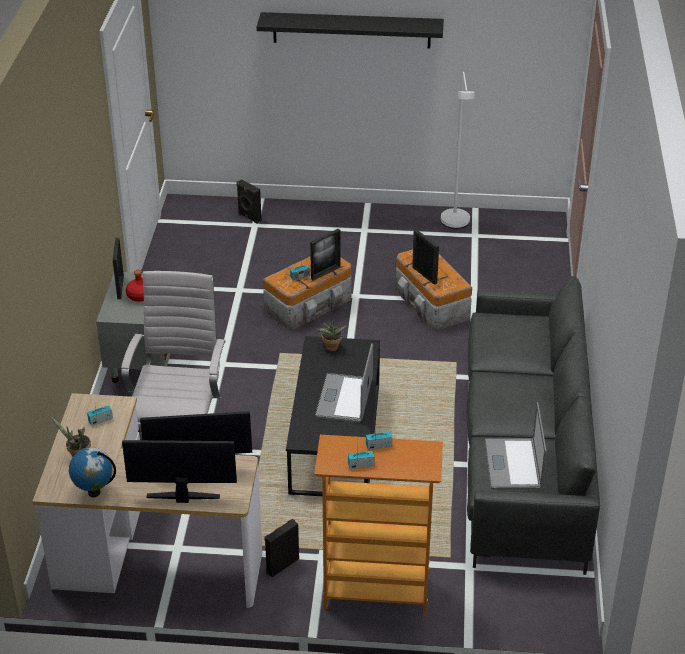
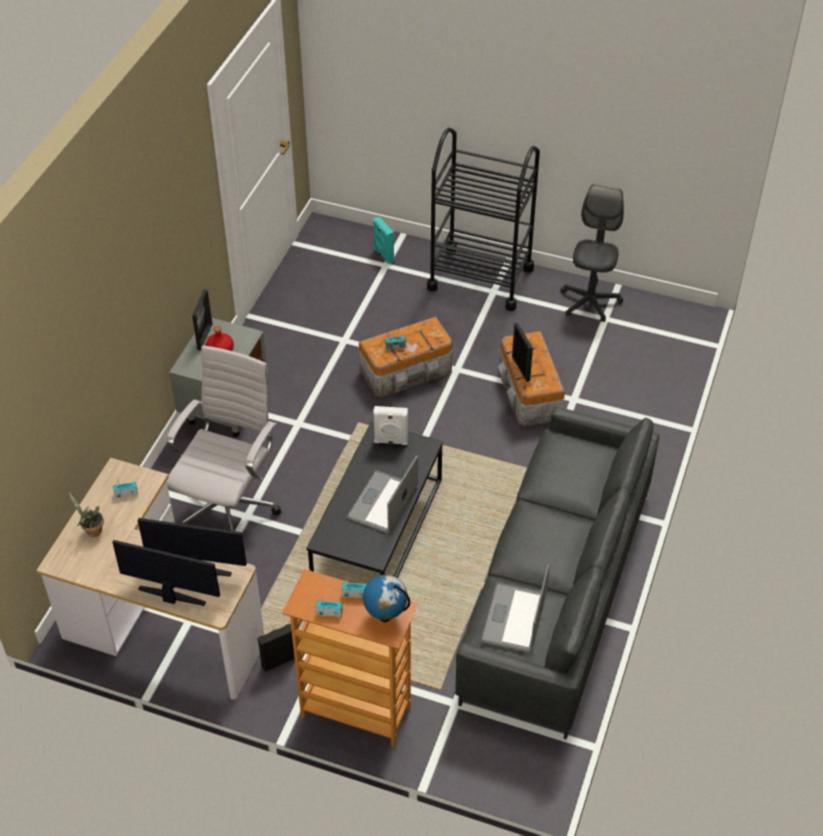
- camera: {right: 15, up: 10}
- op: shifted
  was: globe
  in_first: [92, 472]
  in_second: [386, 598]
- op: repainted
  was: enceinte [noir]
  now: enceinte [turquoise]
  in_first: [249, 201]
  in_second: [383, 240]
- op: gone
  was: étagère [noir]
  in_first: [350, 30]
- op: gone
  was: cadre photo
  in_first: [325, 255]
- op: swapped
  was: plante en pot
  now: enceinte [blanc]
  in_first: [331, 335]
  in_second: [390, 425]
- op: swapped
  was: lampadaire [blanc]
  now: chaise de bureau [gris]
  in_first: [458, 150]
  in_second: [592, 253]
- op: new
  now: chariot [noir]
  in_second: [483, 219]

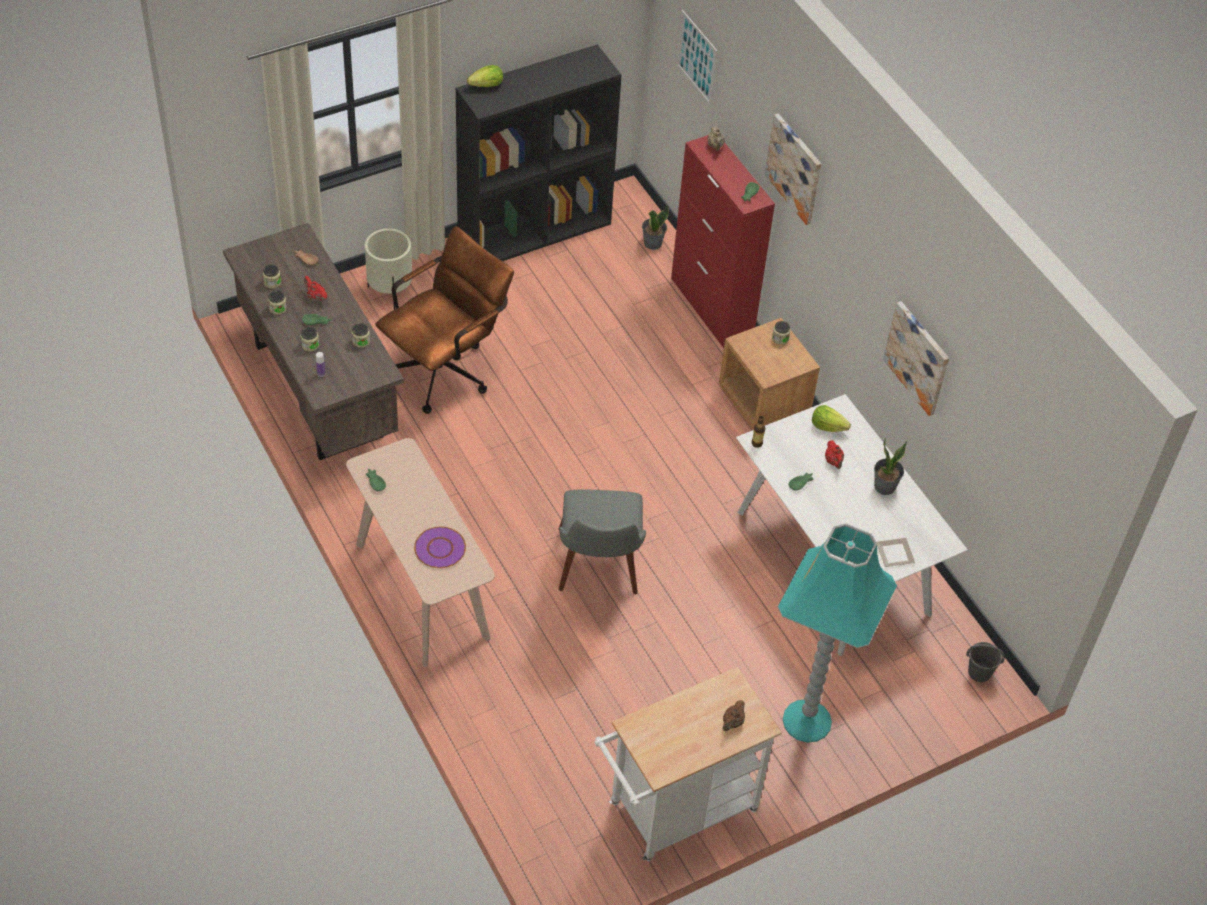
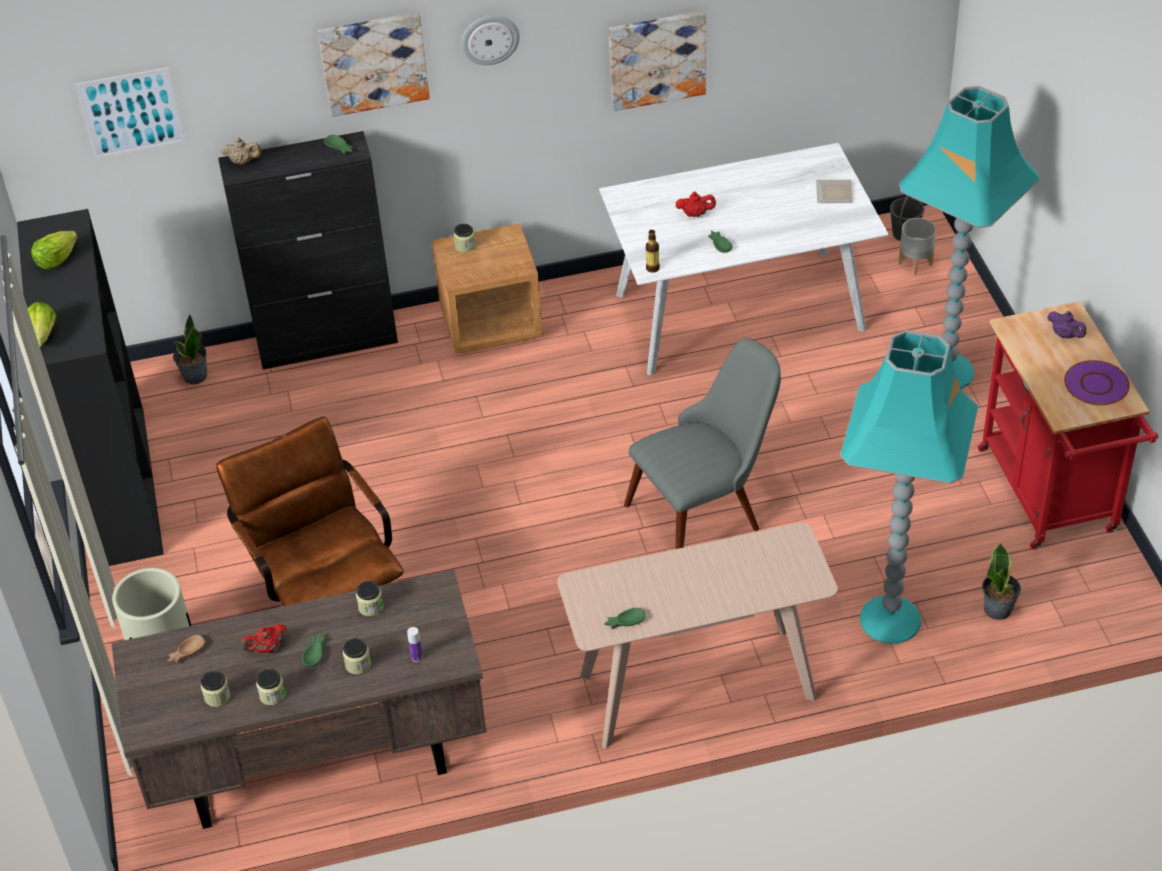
- camera: {right: -70, up: -5}
- op: shifted
  was: assiette [violet]
  in_first: [440, 547]
  in_second: [1097, 382]
- op: rotated
  was: chaise [gris]
  in_first: [602, 542]
  in_second: [702, 443]
  clockwise: -45
- op: repainted
  was: chariot [blanc]
  now: chariot [rouge]
  in_first: [688, 764]
  in_second: [1068, 425]
- op: repainted
  was: meuble de rangement [rouge]
  now: meuble de rangement [noir]
  in_first: [723, 241]
  in_second: [308, 250]
- op: repainted
  was: théière [marron]
  now: théière [violet]
  in_first: [734, 715]
  in_second: [1066, 324]
- op: shifted
  was: laitue
  in_first: [831, 418]
  in_second: [54, 250]
- op: shifted
  was: plante en pot
  in_first: [890, 466]
  in_second: [1001, 581]
- op: new
  now: horloge murale
  in_second: [490, 40]
- op: new
  now: lampadaire [turquoise]
  in_second: [909, 487]
- op: new
  now: cache-pot [gris]
  in_second: [917, 246]

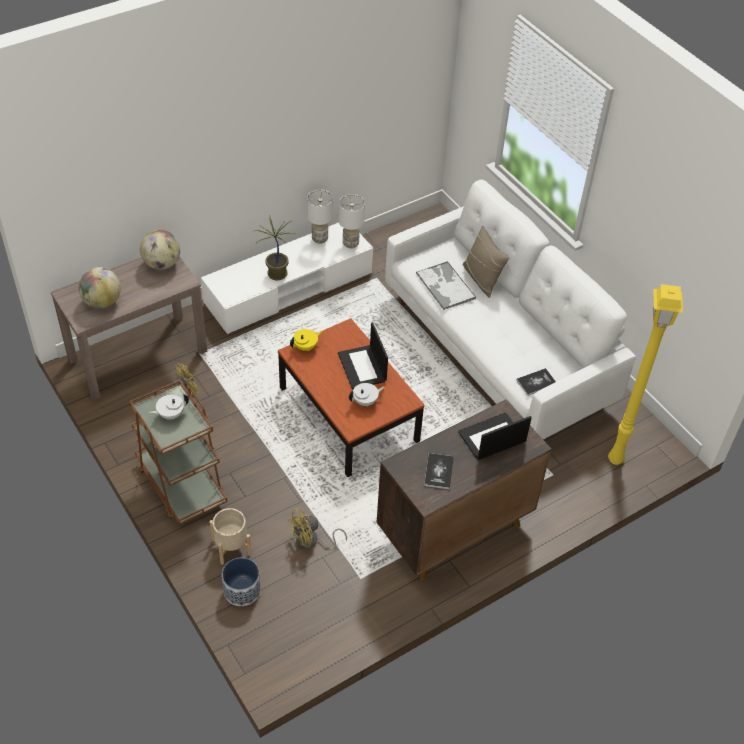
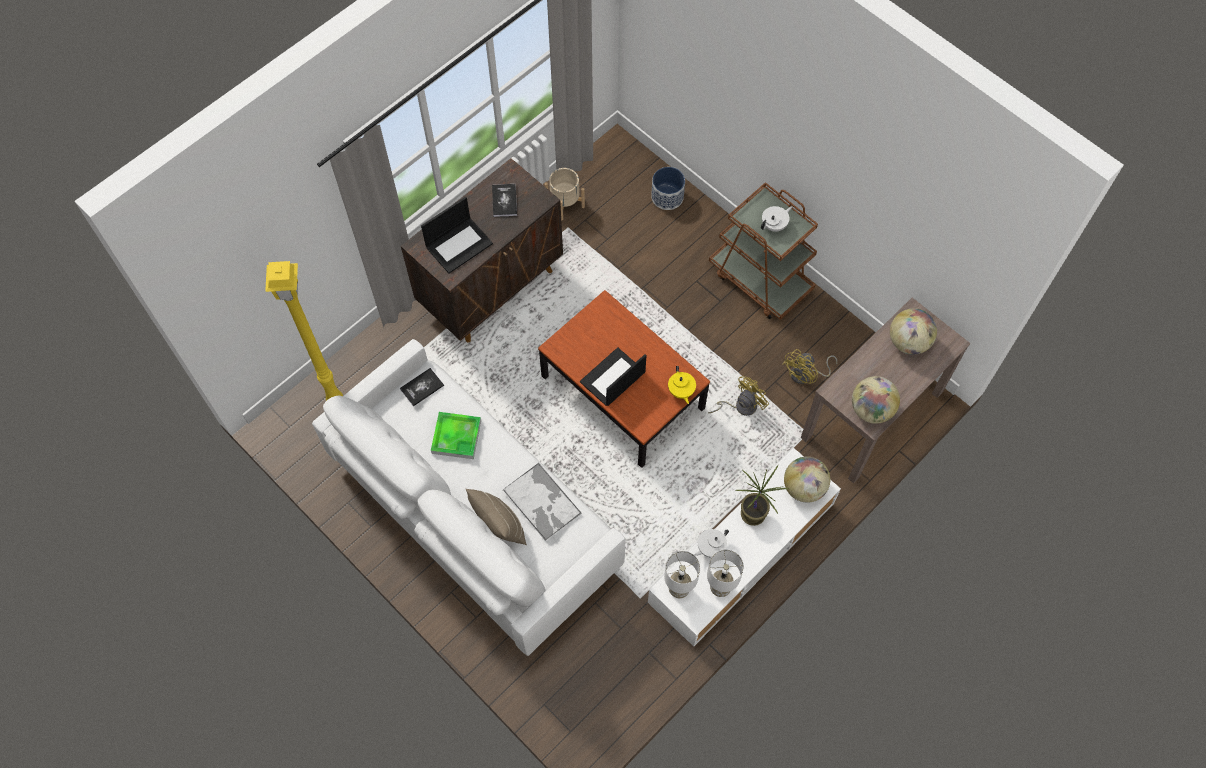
- camera: {right: 170, up: 15}
- op: shifted
  was: cache-pot [beige]
  in_first: [231, 536]
  in_second: [565, 194]
- op: shifted
  was: ventilateur [jaune]
  in_first: [317, 528]
  in_second: [738, 396]
- op: rotated
  was: théière [jaune]
  in_first: [306, 340]
  in_second: [682, 385]
  clockwise: -60
- op: rotated
  was: ordinateur portable
  in_first: [363, 355]
  in_second: [613, 376]
  clockwise: -105
- op: shifted
  was: théière [blanc]
  in_first: [366, 395]
  in_second: [711, 543]
- op: new
  now: plateau
  in_second: [456, 435]
- op: new
  now: globe
  in_second: [807, 480]

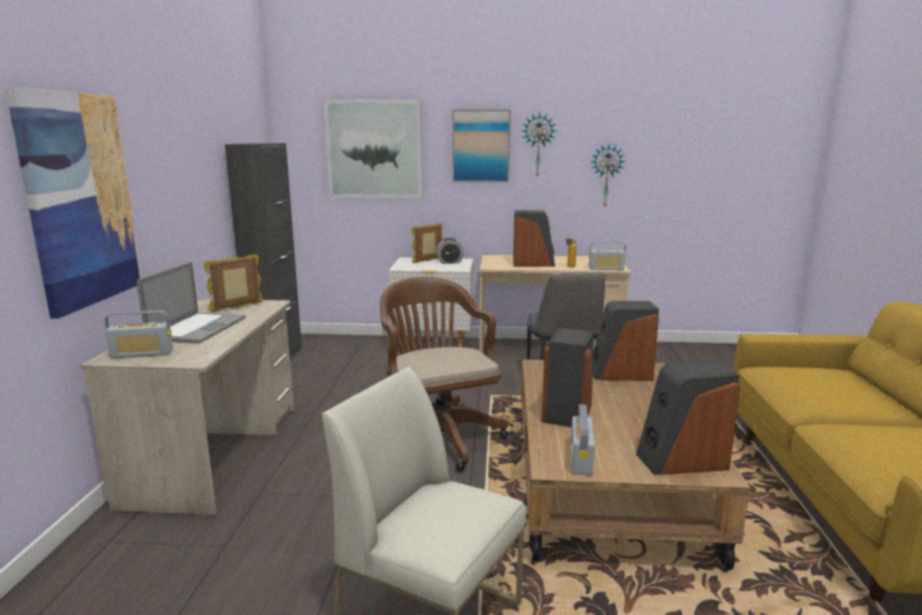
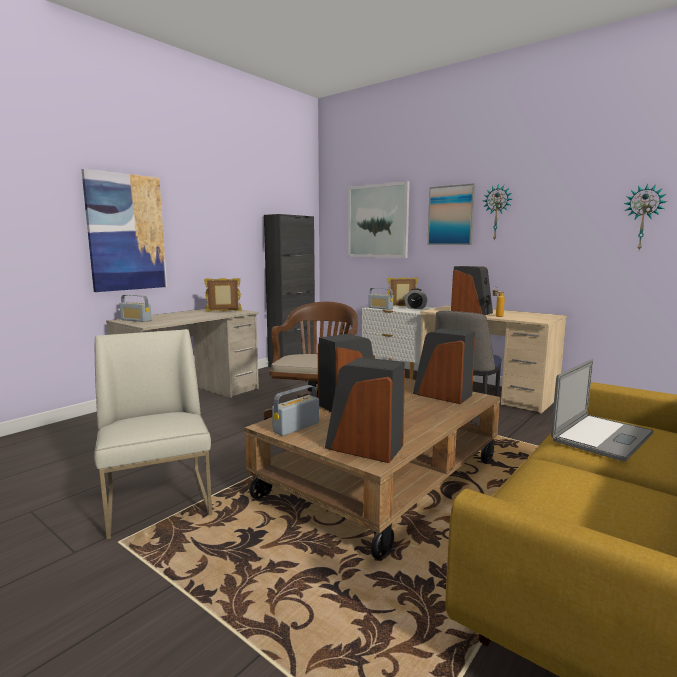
- camera: {right: 35, up: -5}
- op: shifted
  was: ordinateur portable
  in_first: [191, 303]
  in_second: [602, 410]
- op: shifted
  was: radio
  in_first: [607, 256]
  in_second: [380, 299]
- op: shifted
  was: horloge murale
  in_first: [608, 174]
  in_second: [645, 216]

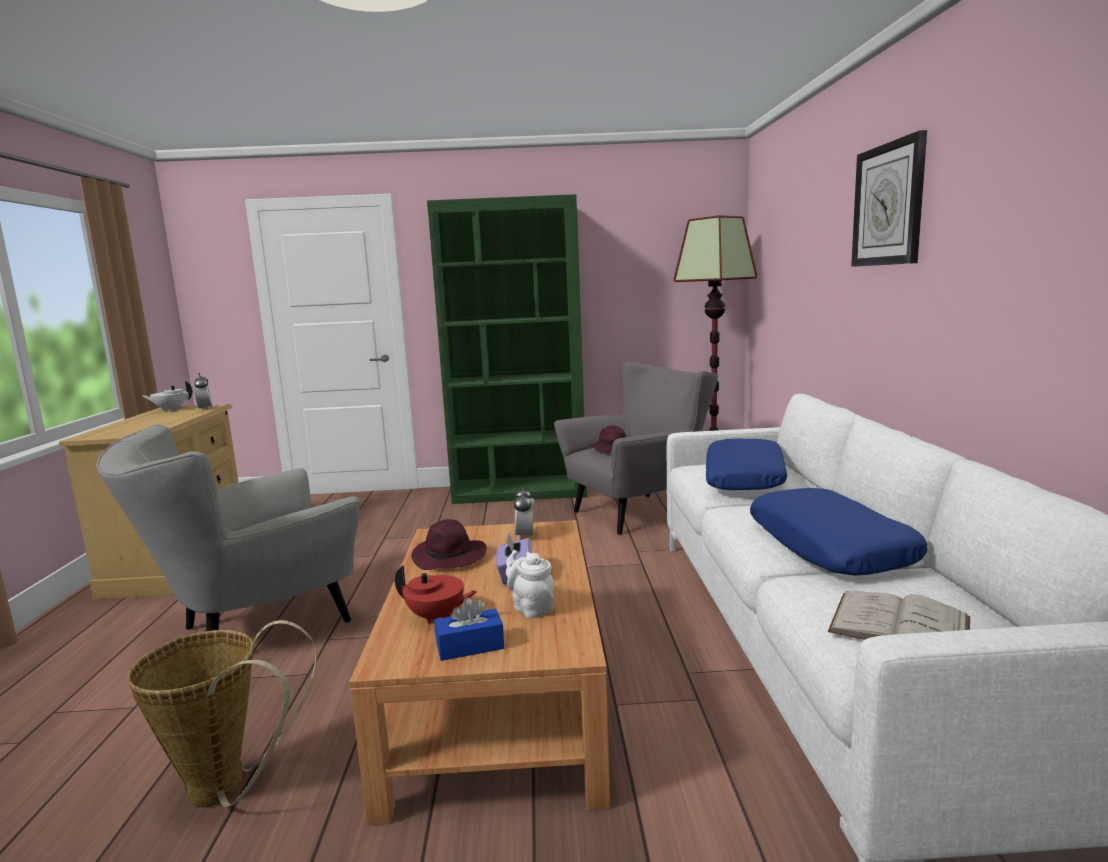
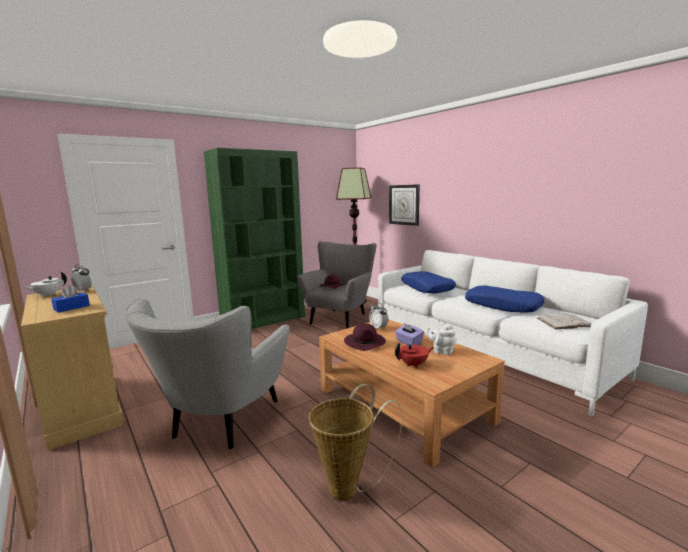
- camera: {right: -35, up: 0}
- op: shifted
  was: boîte à mouchoirs [bleu]
  in_first: [469, 629]
  in_second: [70, 299]
- op: shifted
  was: horloge murale
  in_first: [889, 198]
  in_second: [404, 205]

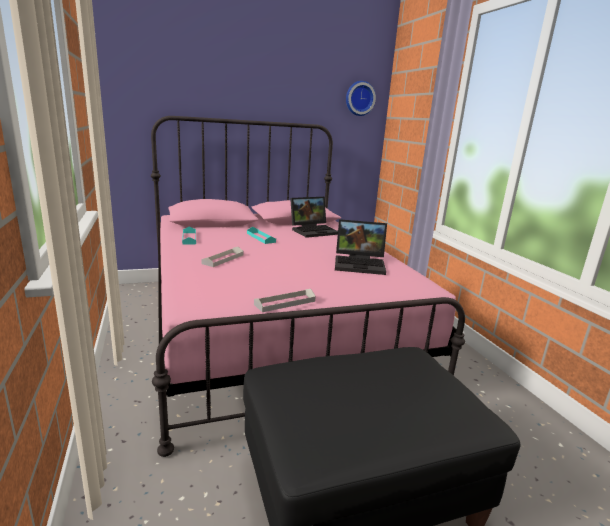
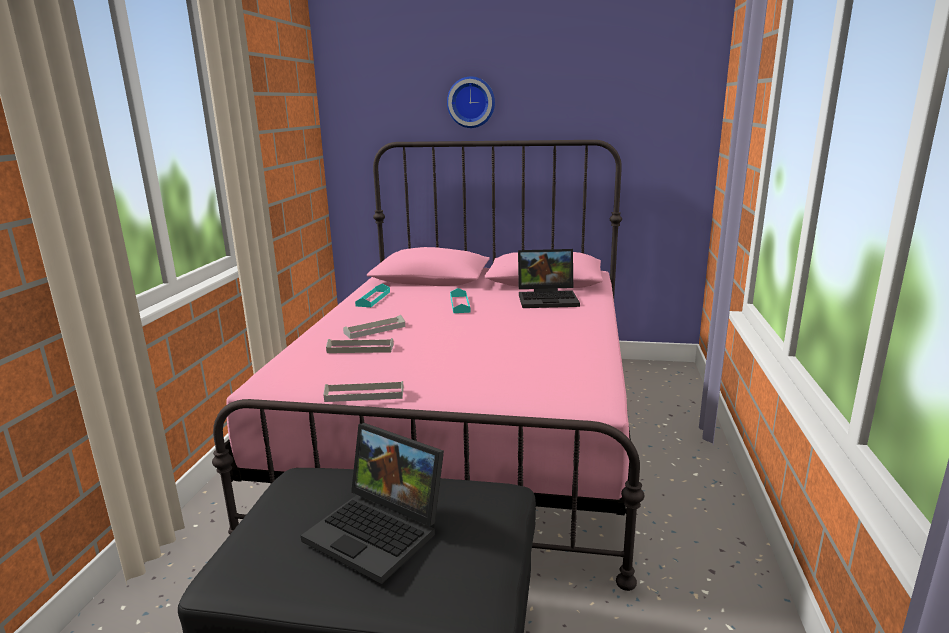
- camera: {right: 30, up: 0}
- op: shifted
  was: ordinateur portable
  in_first: [361, 247]
  in_second: [372, 503]
- op: shifted
  was: horloge murale
  in_first: [361, 98]
  in_second: [471, 102]
- op: new
  now: plateau [gris]
  in_second: [360, 345]

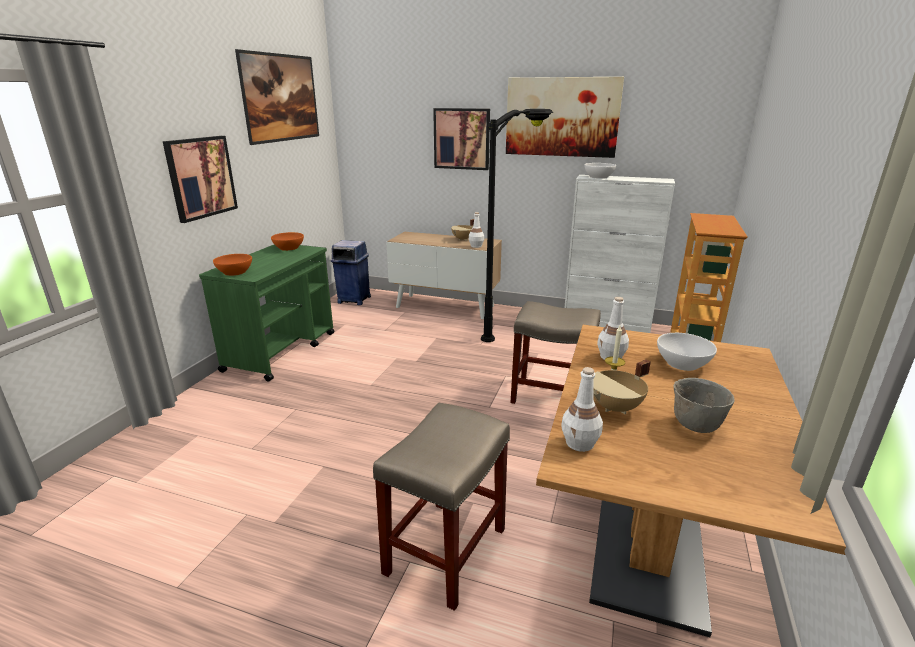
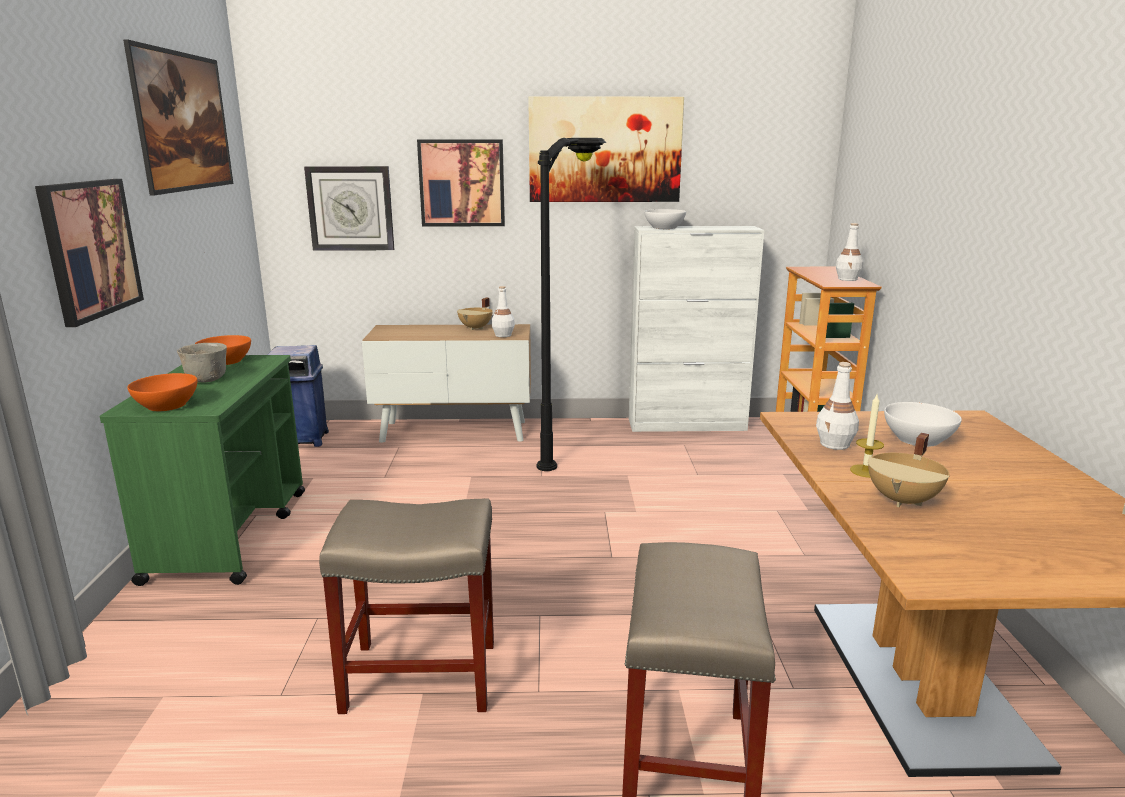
- camera: {right: -20, up: -5}
- op: shifted
  was: tabouret [beige]
  in_first: [555, 352]
  in_second: [406, 606]
- op: shifted
  was: bouteille [blanc]
  in_first: [582, 409]
  in_second: [849, 252]
- op: shifted
  was: bol [gris]
  in_first: [704, 405]
  in_second: [202, 362]
- op: new
  now: horloge murale
  in_second: [349, 208]

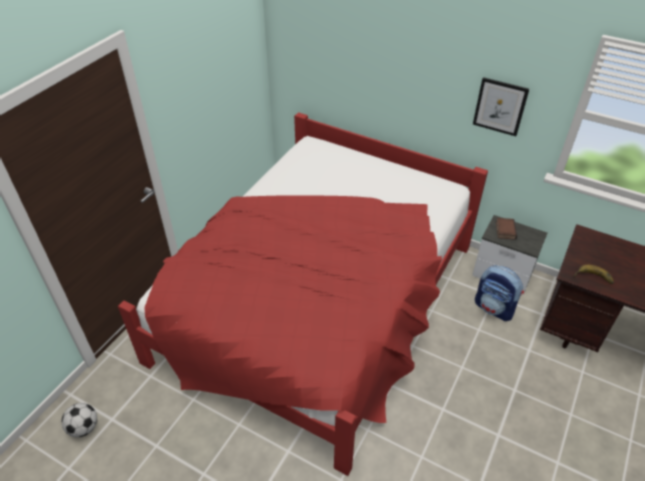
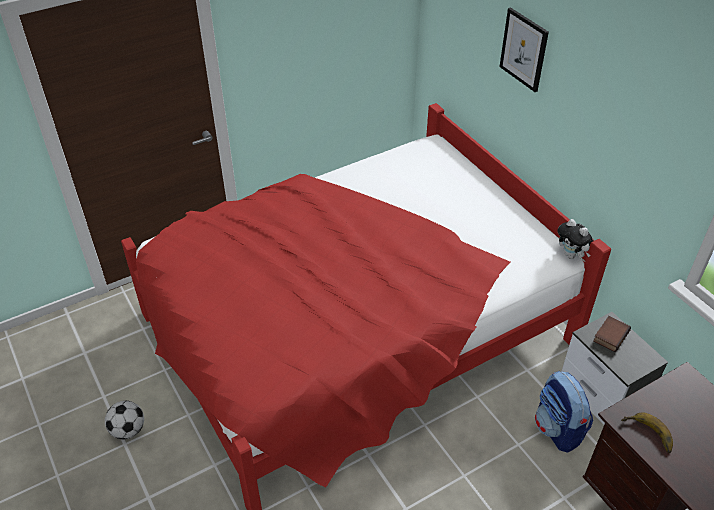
- camera: {right: 30, up: 0}
- op: shifted
  was: ballon de foot
  in_first: [79, 420]
  in_second: [124, 420]
- op: shifted
  was: tableau
  in_first: [501, 106]
  in_second: [524, 49]
- op: new
  now: peluche
  in_second: [575, 239]

